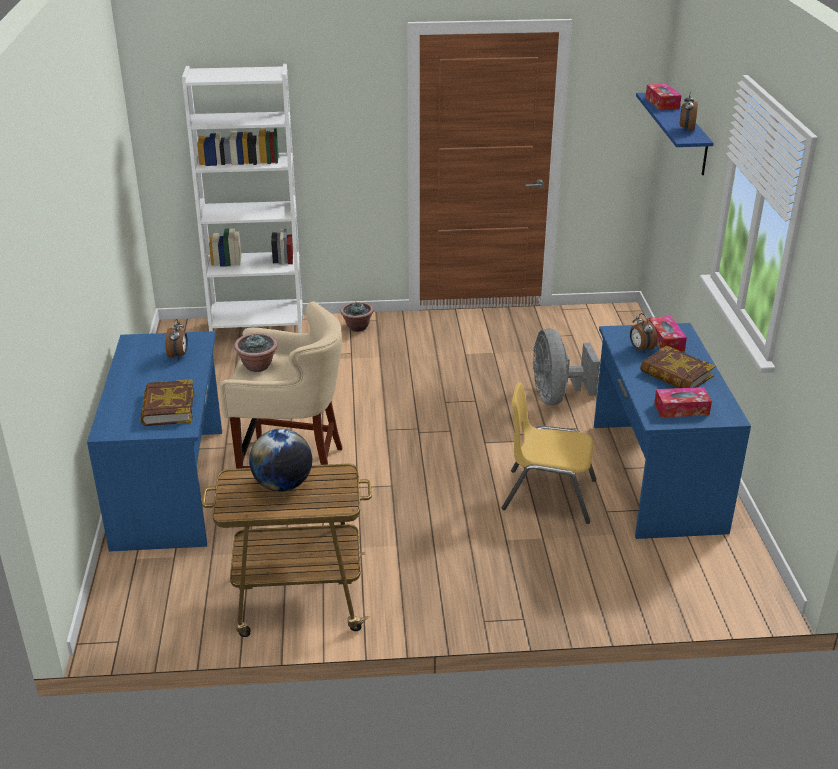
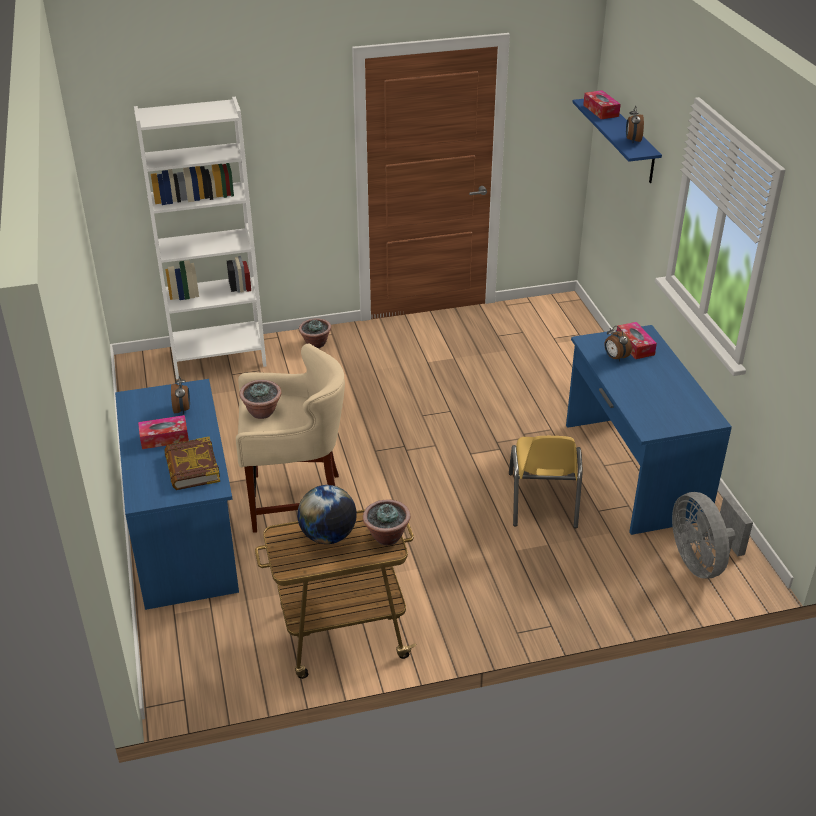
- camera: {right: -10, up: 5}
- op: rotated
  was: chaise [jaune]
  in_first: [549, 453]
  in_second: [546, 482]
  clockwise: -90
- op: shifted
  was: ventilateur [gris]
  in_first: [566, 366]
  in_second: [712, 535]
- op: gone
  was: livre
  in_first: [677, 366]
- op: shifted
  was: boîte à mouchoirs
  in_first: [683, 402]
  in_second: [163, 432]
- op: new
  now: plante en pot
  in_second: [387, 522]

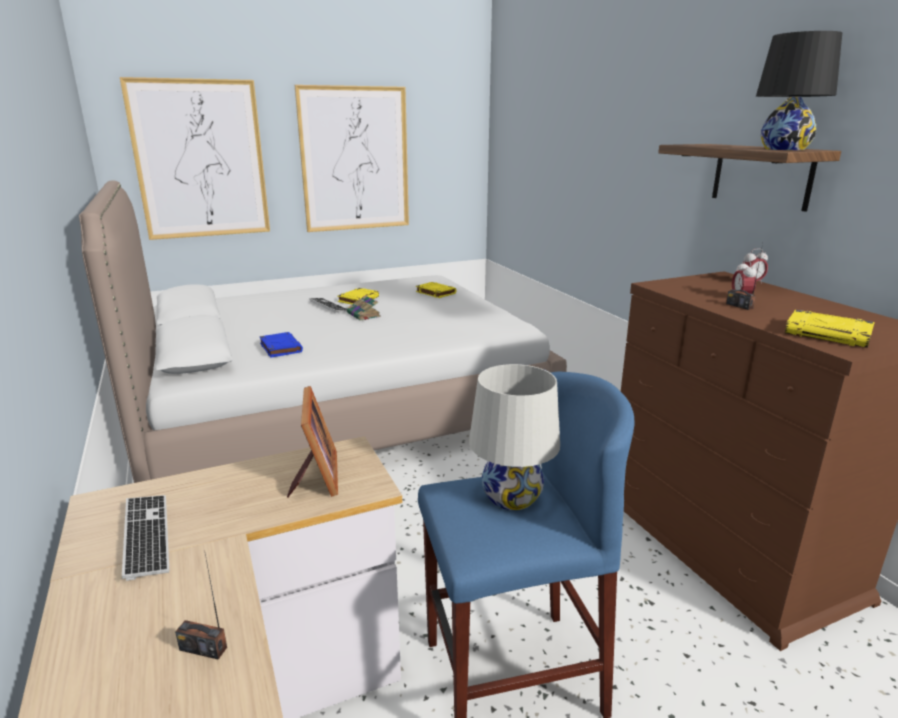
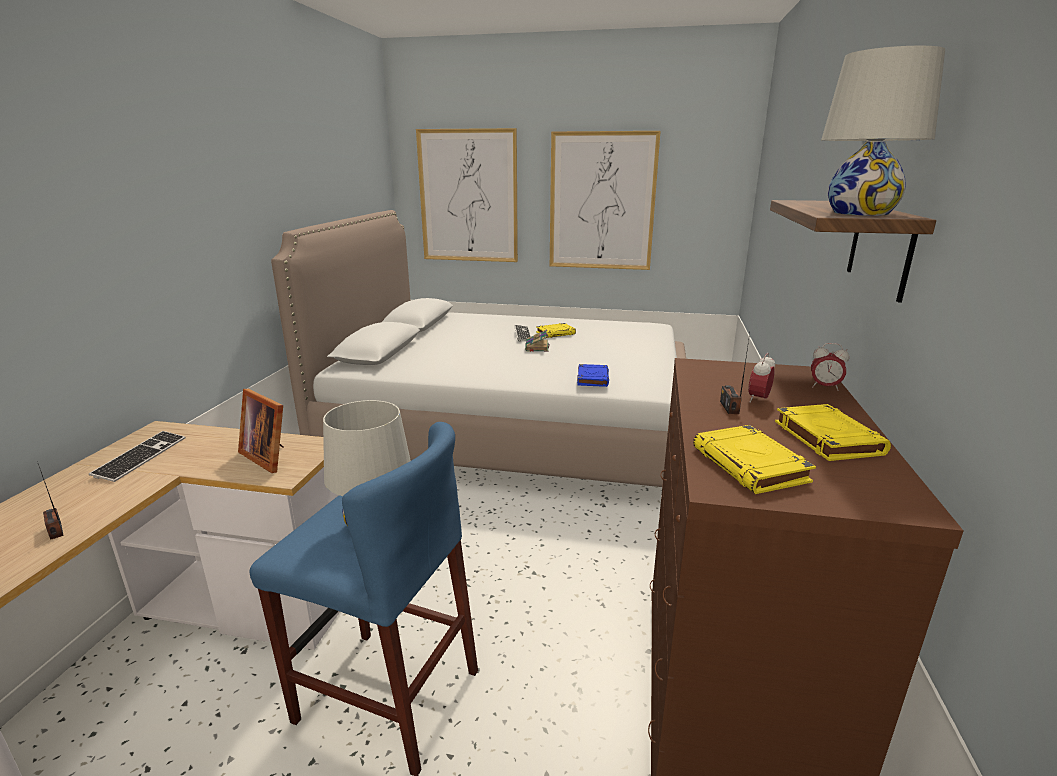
- camera: {right: 35, up: 0}
- op: shifted
  was: livre [bleu]
  in_first: [281, 345]
  in_second: [593, 375]
- op: rotated
  was: cadre photo
  in_first: [312, 442]
  in_second: [261, 431]
  clockwise: 105
- op: shifted
  was: livre [jaune]
  in_first: [436, 290]
  in_second: [833, 432]
- op: repainted
  was: lampe de table [noir]
  now: lampe de table [blanc]
  in_first: [799, 90]
  in_second: [883, 131]

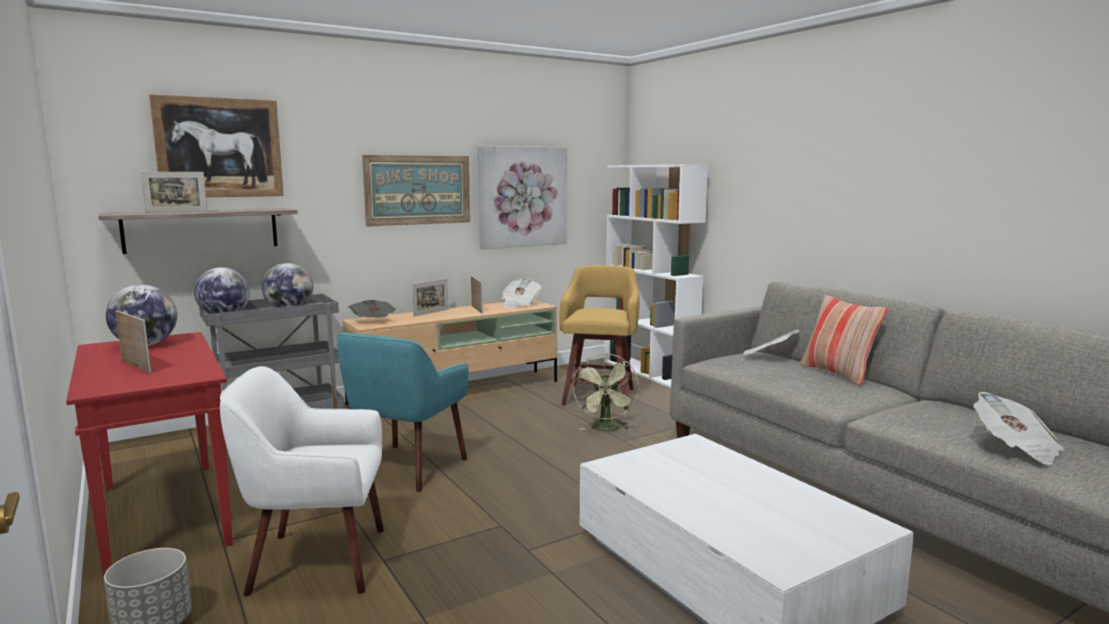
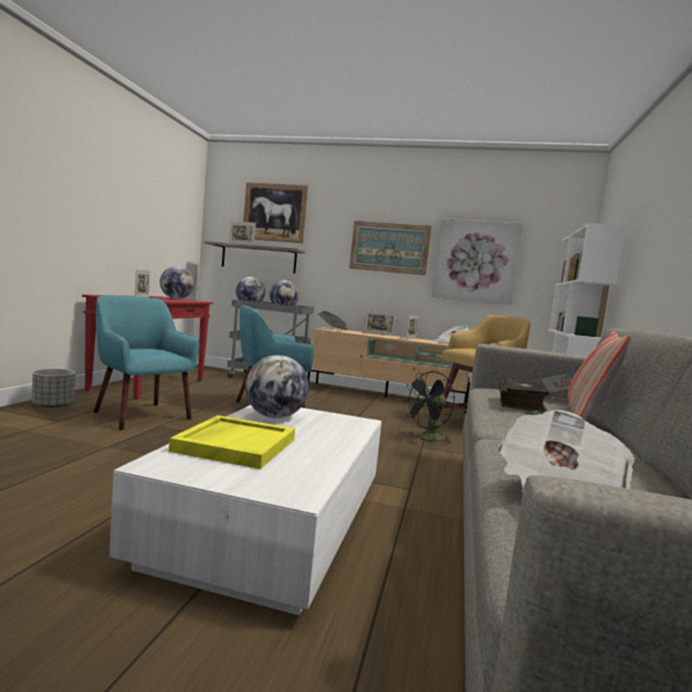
- camera: {right: 45, up: -5}
- op: repainted
  was: fauteuil [blanc]
  now: fauteuil [turquoise]
  in_first: [302, 481]
  in_second: [146, 362]
- op: repainted
  was: ventilateur [vert]
  now: ventilateur [noir]
  in_first: [606, 392]
  in_second: [429, 408]
- op: new
  now: plateau [jaune]
  in_second: [232, 442]
- op: new
  now: globe
  in_second: [277, 386]
- op: new
  now: livre
  in_second: [524, 395]

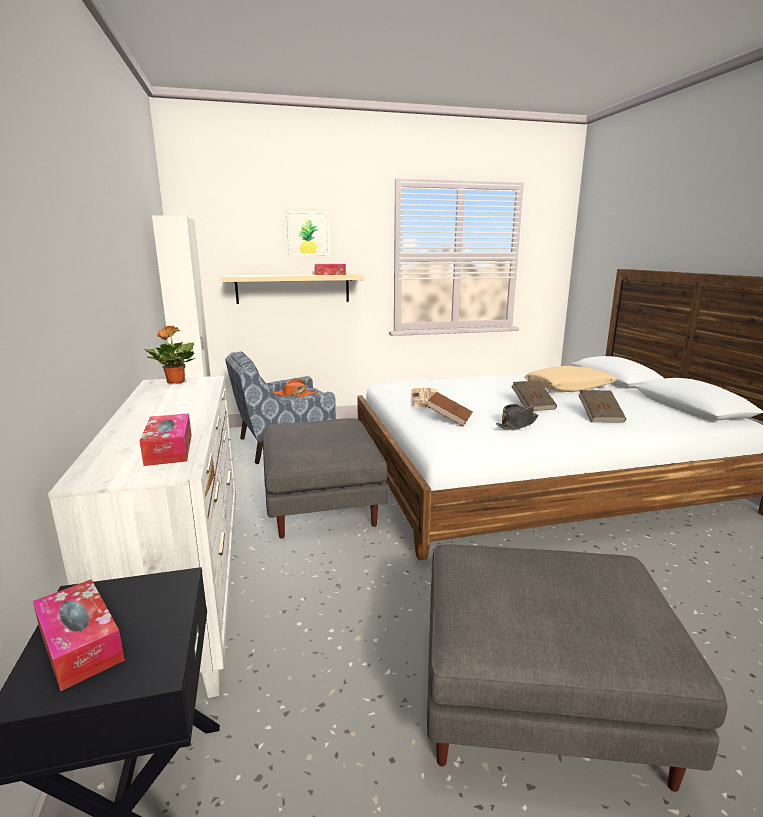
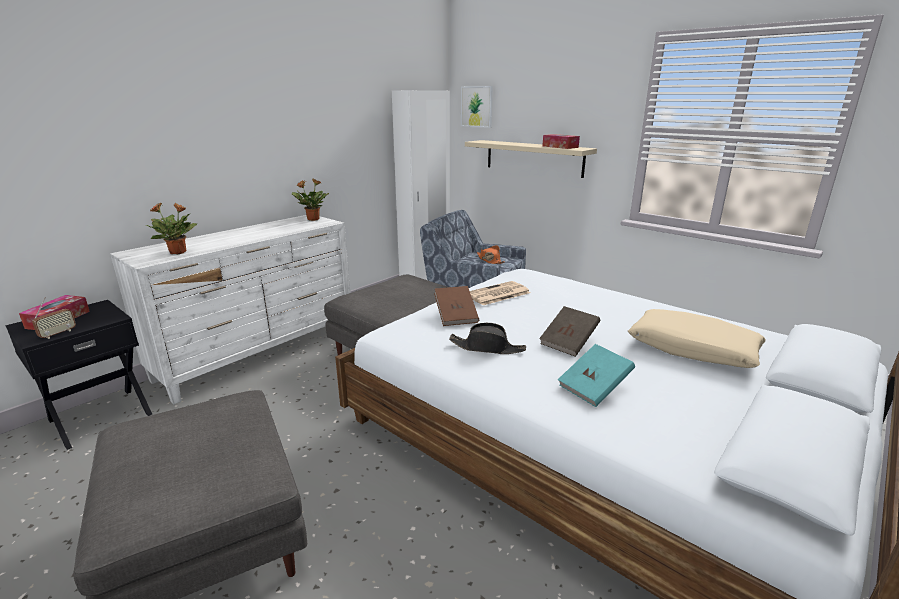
- camera: {right: 55, up: 5}
- op: swapped
  was: boîte à mouchoirs
  now: plante en pot
  in_first: [166, 439]
  in_second: [171, 228]
- op: shifted
  was: tableau
  in_first: [308, 233]
  in_second: [477, 107]
- op: repainted
  was: livre [marron]
  now: livre [turquoise]
  in_first: [602, 406]
  in_second: [596, 375]
- op: new
  now: radio
  in_second: [54, 318]

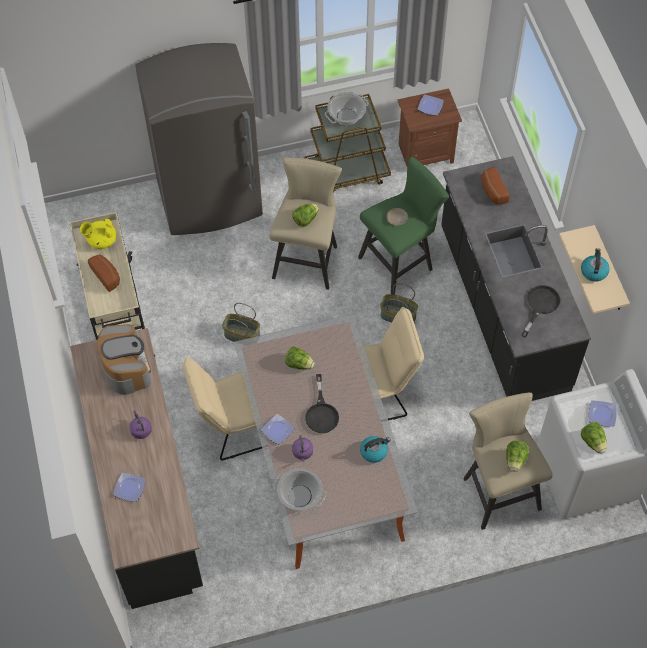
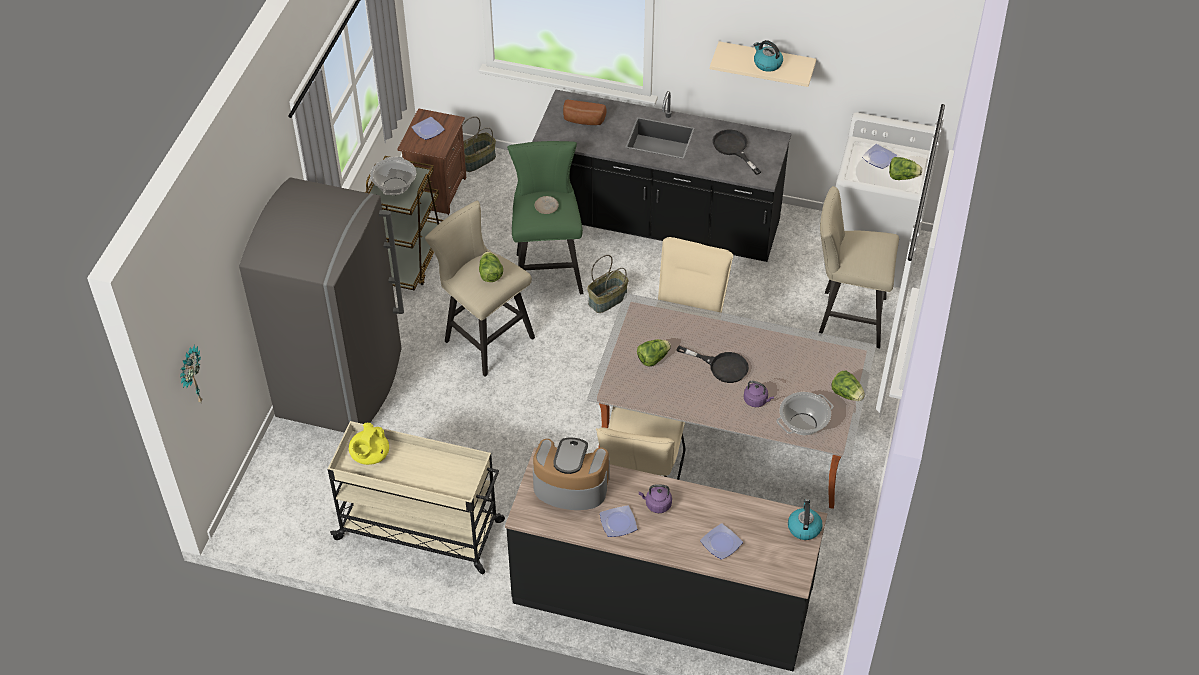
- camera: {right: -60, up: -10}
- op: gone
  was: pain
  in_first: [104, 273]
- op: shifted
  was: panier
  in_first: [241, 322]
  in_second: [479, 144]
- op: shifted
  was: assiette
  in_first: [278, 429]
  in_second: [618, 521]
- op: shifted
  was: bouilloire
  in_first: [375, 449]
  in_second: [805, 519]
- op: shifted
  was: laitue
  in_first: [517, 456]
  in_second: [848, 385]
- op: new
  now: horloge murale
  in_second: [191, 373]

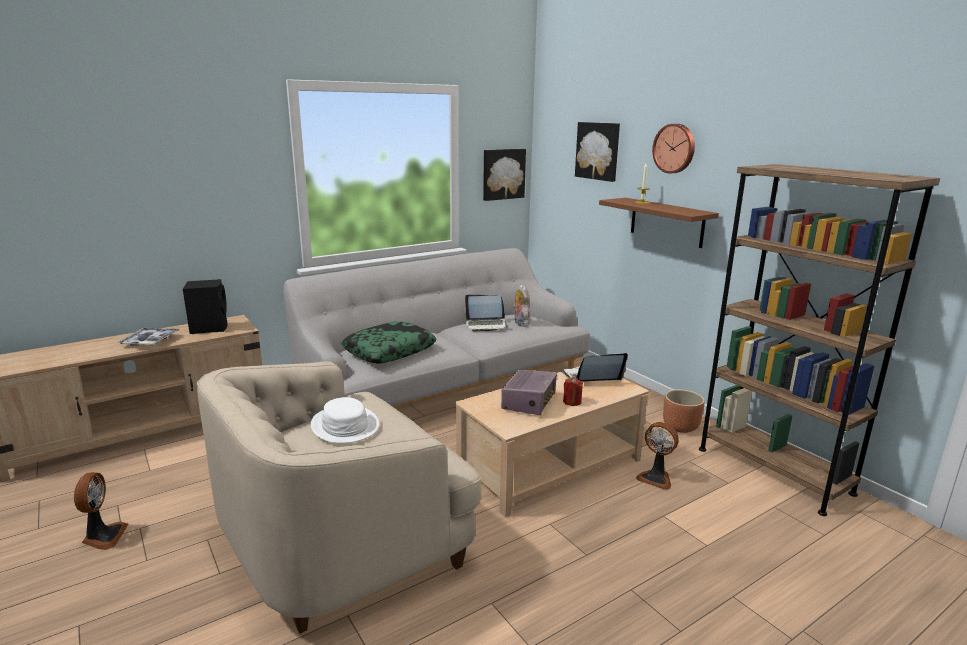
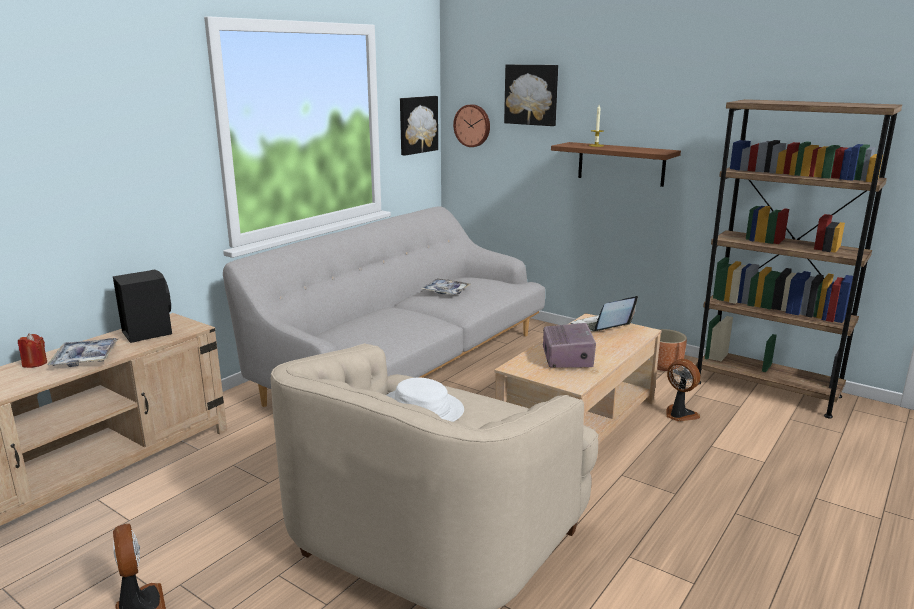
- camera: {right: -20, up: 0}
- op: gone
  was: coussin
  in_first: [388, 342]
- op: swapped
  was: ordinateur portable
  now: plateau
  in_first: [486, 313]
  in_second: [445, 287]
- op: gone
  was: peluche
  in_first: [521, 306]
- op: shifted
  was: bougie [rouge]
  in_first: [573, 391]
  in_second: [32, 350]
- op: rotated
  was: ventilateur
  in_first: [657, 456]
  in_second: [683, 390]
  clockwise: -150
- op: shifted
  was: horloge murale
  in_first: [673, 148]
  in_second: [471, 125]

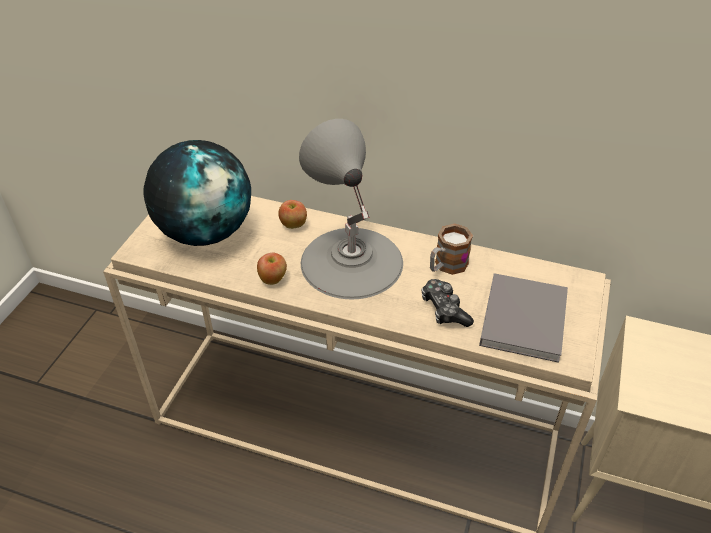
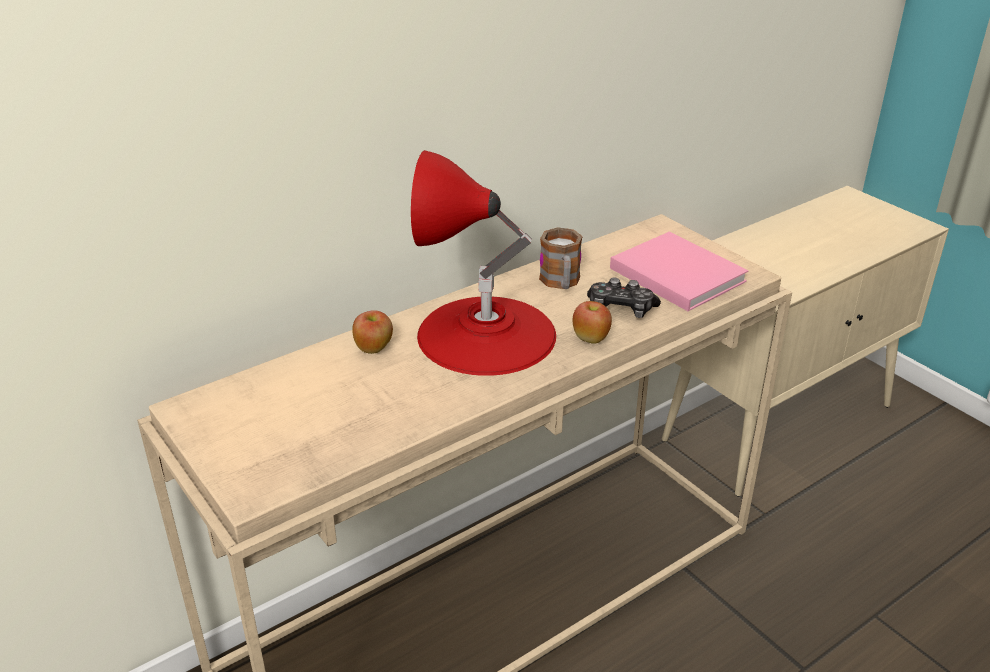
- camera: {right: -55, up: -10}
- op: gone
  was: globe
  in_first: [197, 193]
- op: shifted
  was: pomme
  in_first: [272, 269]
  in_second: [592, 322]
- op: repainted
  was: lampe de table [gris]
  now: lampe de table [rouge]
  in_first: [351, 209]
  in_second: [483, 263]
- op: repainted
  was: livre [gris]
  now: livre [rose]
  in_first: [523, 318]
  in_second: [679, 271]

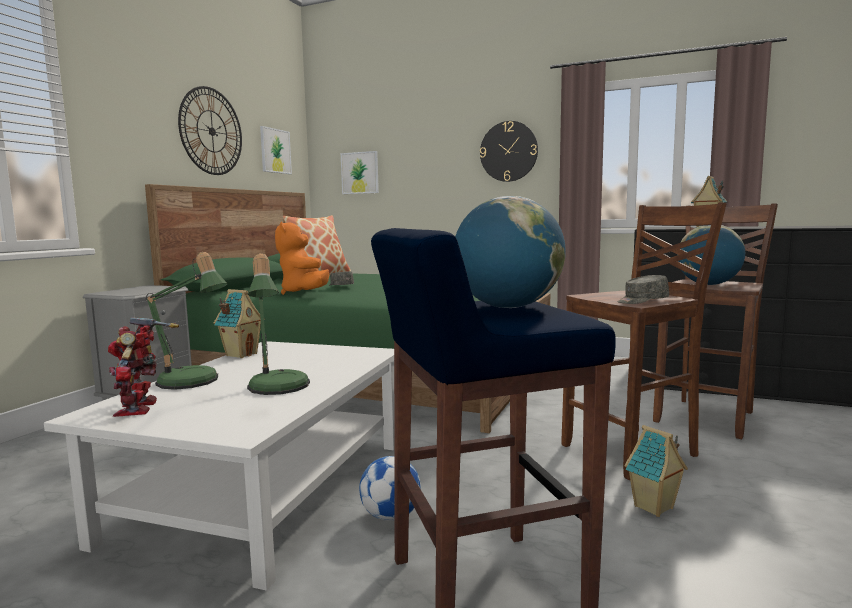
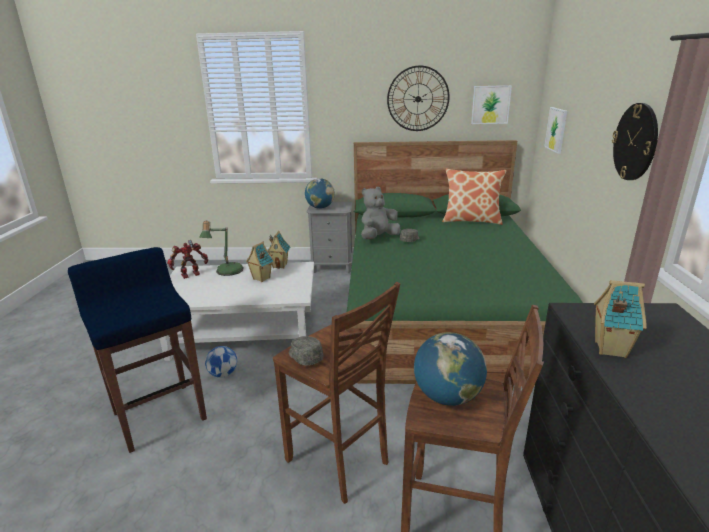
- camera: {right: 70, up: 15}
- op: gone
  was: lampe de table
  in_first: [278, 324]
- op: repainted
  was: peluche [orange]
  now: peluche [gris]
  in_first: [302, 258]
  in_second: [380, 213]
- op: shifted
  was: globe
  in_first: [510, 252]
  in_second: [320, 193]
- op: shifted
  was: maison miniature
  in_first: [656, 471]
  in_second: [260, 262]

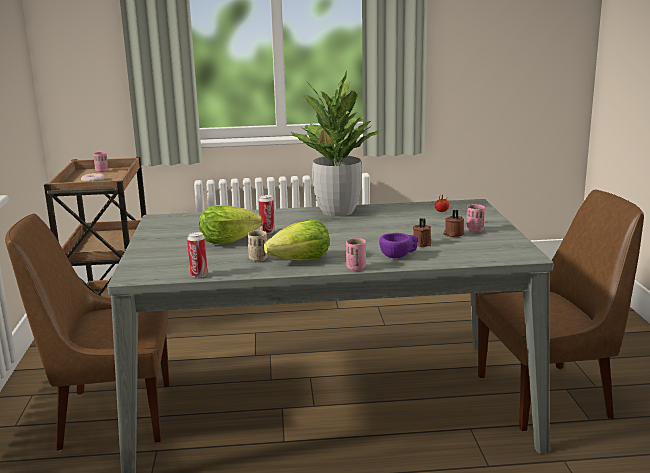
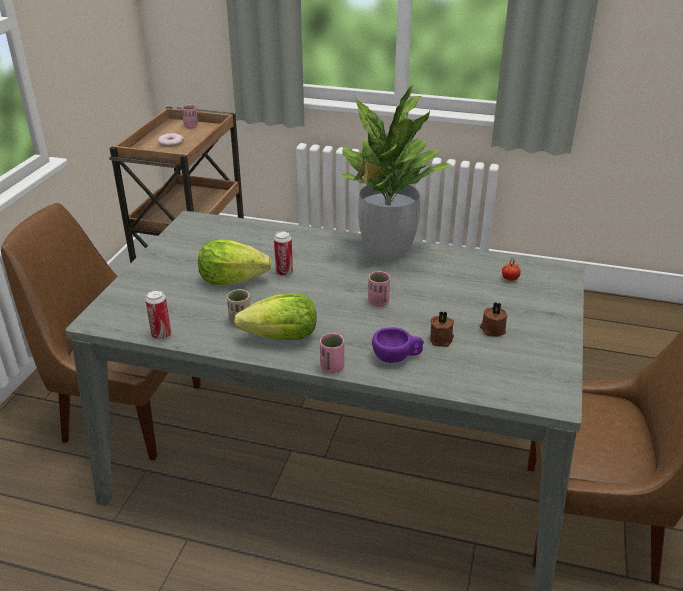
- camera: {right: 20, up: 15}
- op: shifted
  was: tasse [rose]
  in_first: [475, 218]
  in_second: [379, 289]

